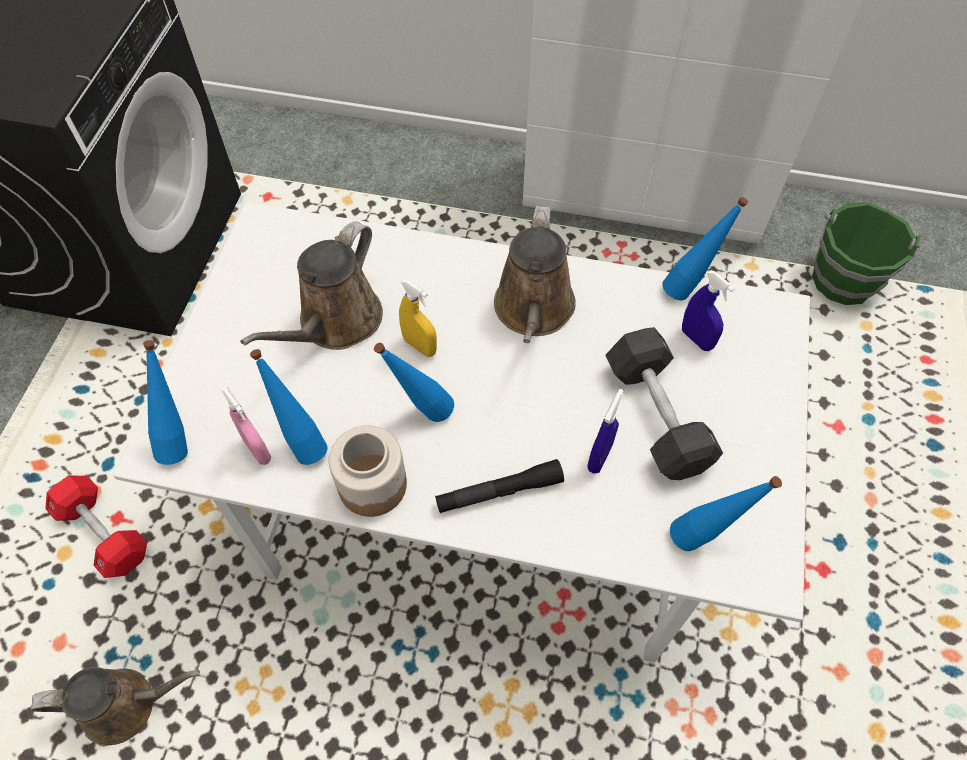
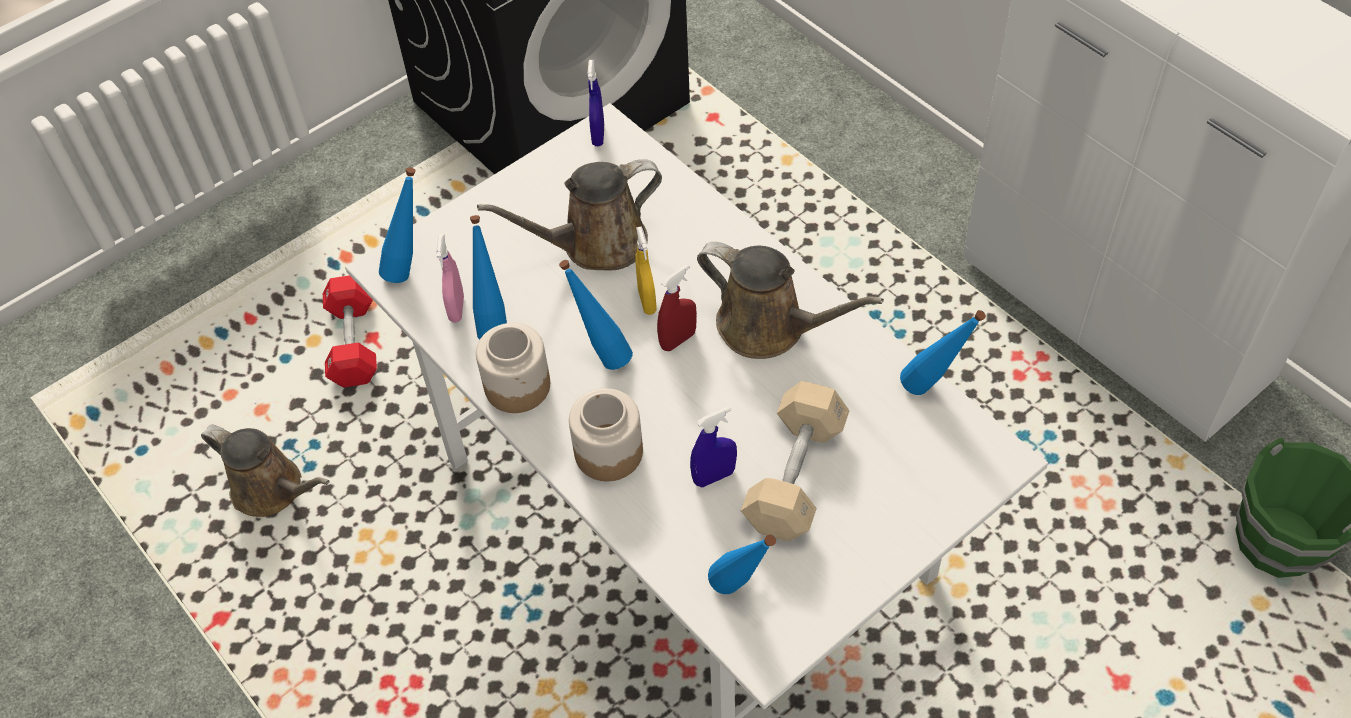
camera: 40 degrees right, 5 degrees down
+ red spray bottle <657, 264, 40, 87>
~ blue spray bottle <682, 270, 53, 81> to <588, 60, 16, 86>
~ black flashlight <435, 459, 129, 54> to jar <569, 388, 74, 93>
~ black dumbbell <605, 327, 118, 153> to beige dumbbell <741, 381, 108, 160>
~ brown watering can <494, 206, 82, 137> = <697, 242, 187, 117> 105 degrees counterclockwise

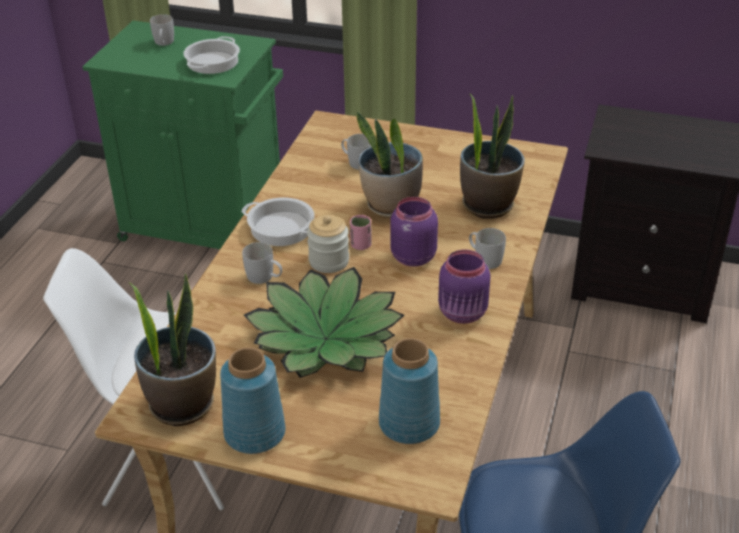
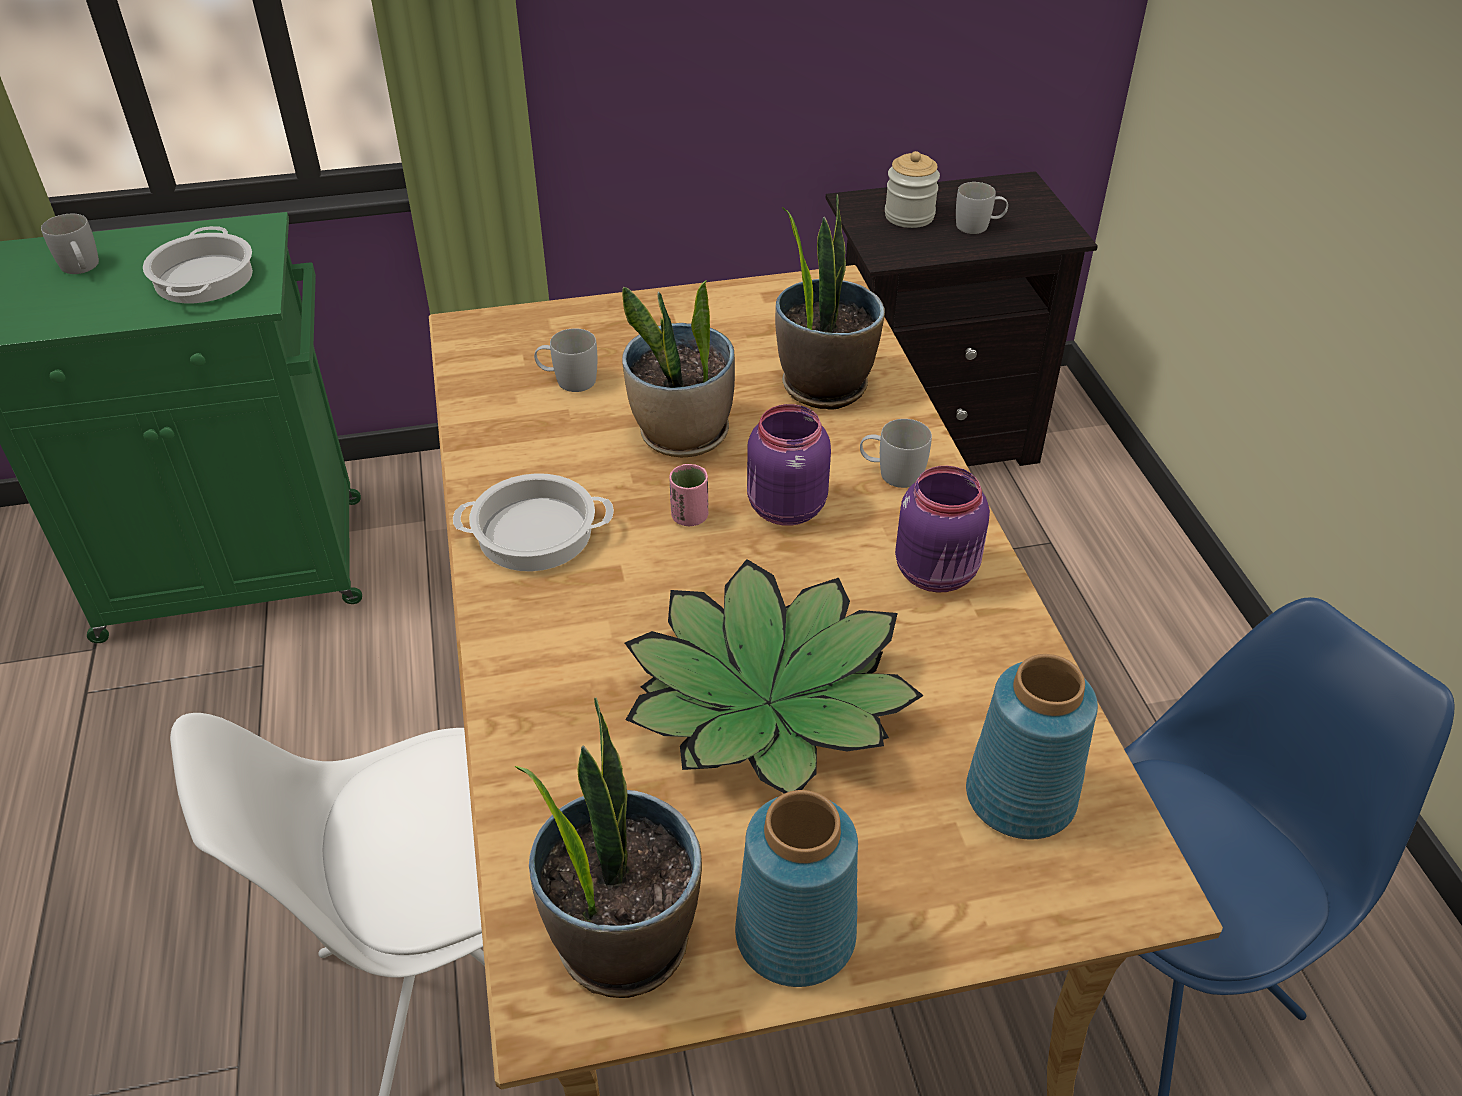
camera: 30 degrees left, 5 degrees up
~ white mug <242, 242, 40, 42> to <956, 182, 52, 52>
~ jar <307, 215, 42, 58> to <885, 151, 55, 77>

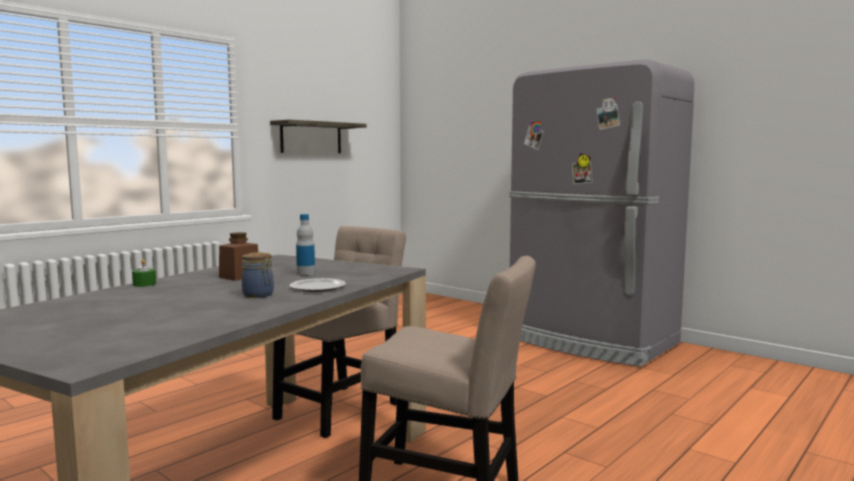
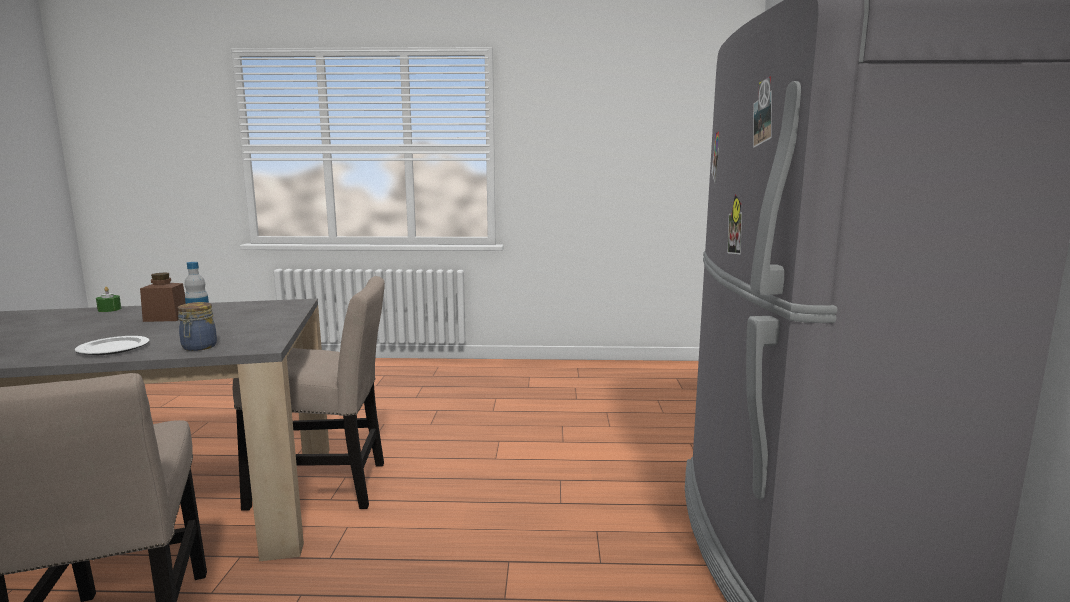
camera: 50 degrees right, 5 degrees up
- shelf <270, 120, 97, 33>
~ jar <242, 252, 32, 46> to <178, 302, 39, 49>

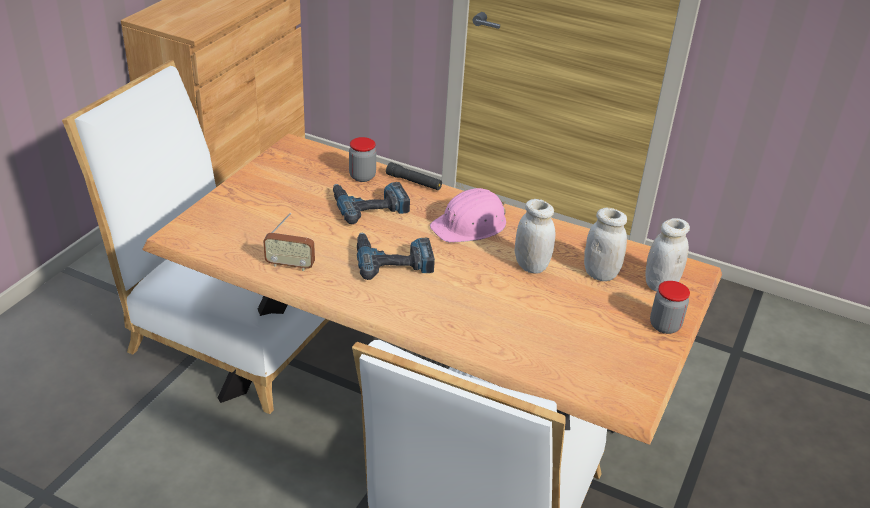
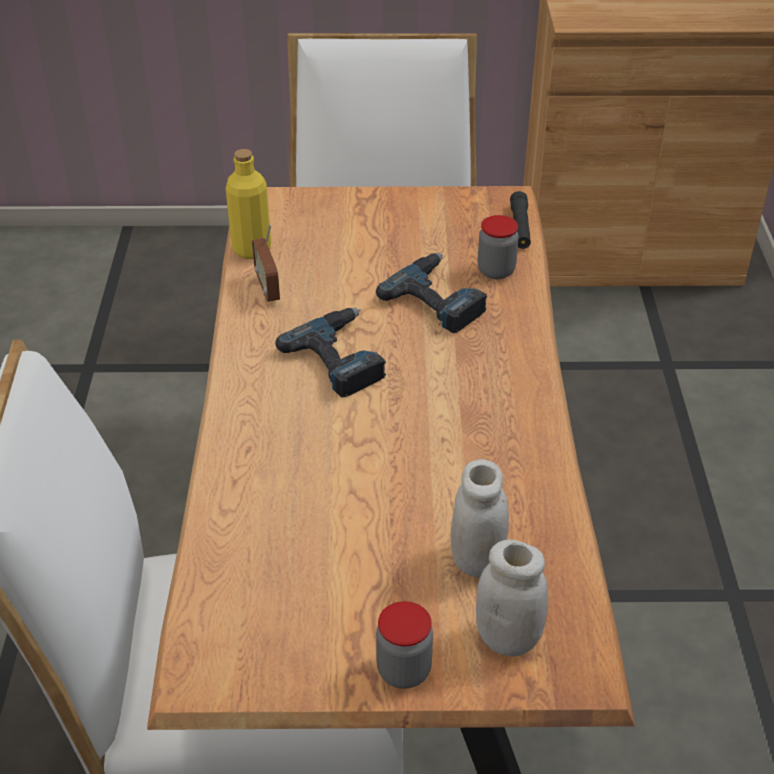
camera: 65 degrees right, 5 degrees up
- pink hard hat <430, 188, 76, 55>
- white jar <515, 199, 40, 75>
+ yellow bottle <226, 149, 45, 110>
~ black flashlight <386, 162, 56, 28> to <510, 191, 21, 58>

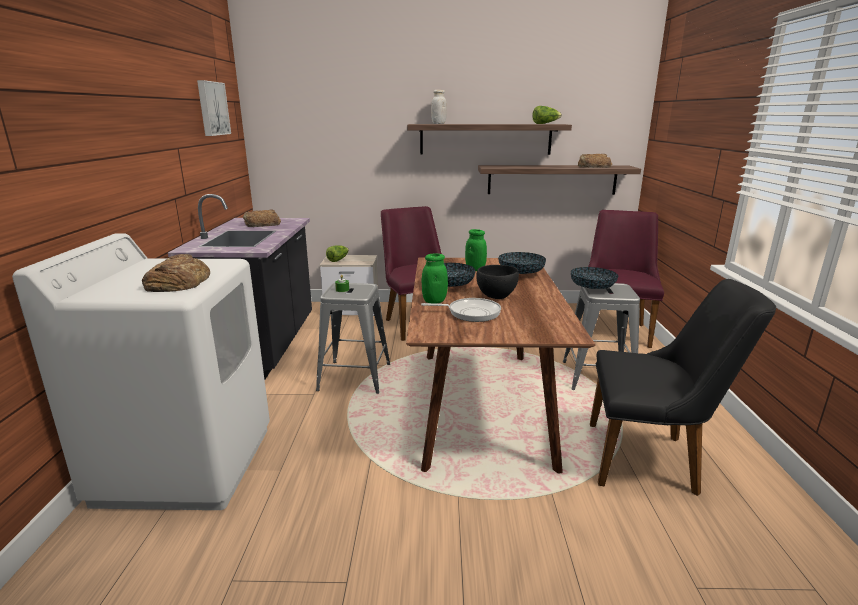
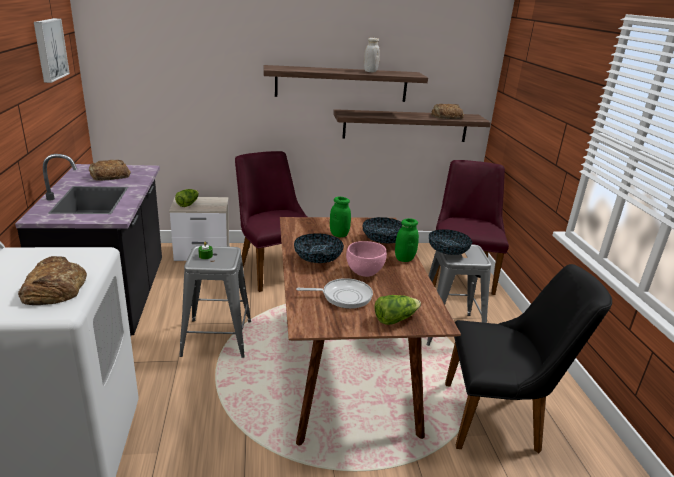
camera: 10 degrees left, 5 degrees up
~ green jar <422, 254, 26, 49> to <395, 218, 24, 44>
~ white jar <431, 90, 16, 34> to <364, 38, 16, 34>
~ lettuce <532, 106, 30, 18> to <374, 295, 47, 30>
~ black bowl <476, 265, 43, 34> to pink bowl <346, 241, 41, 36>

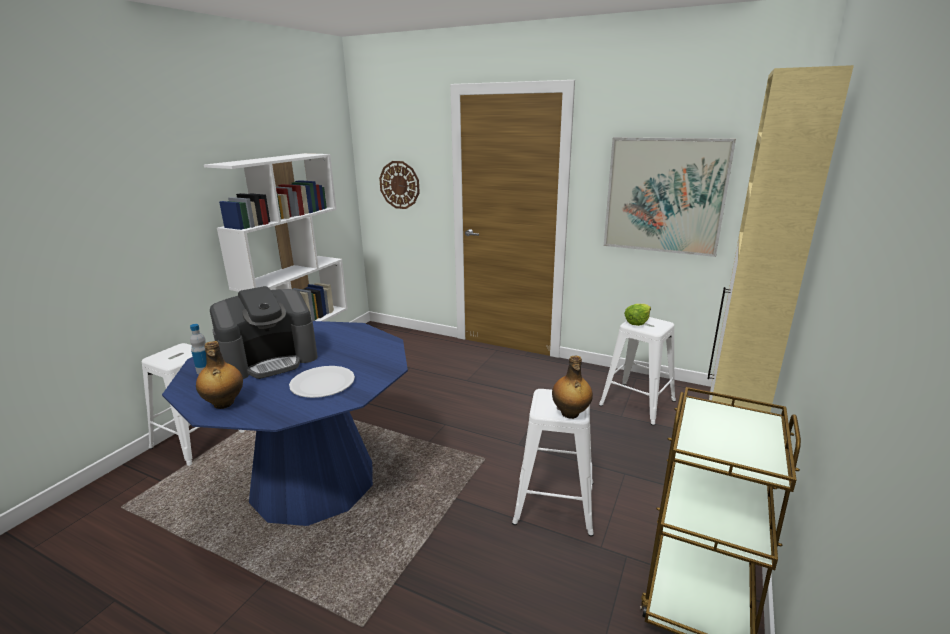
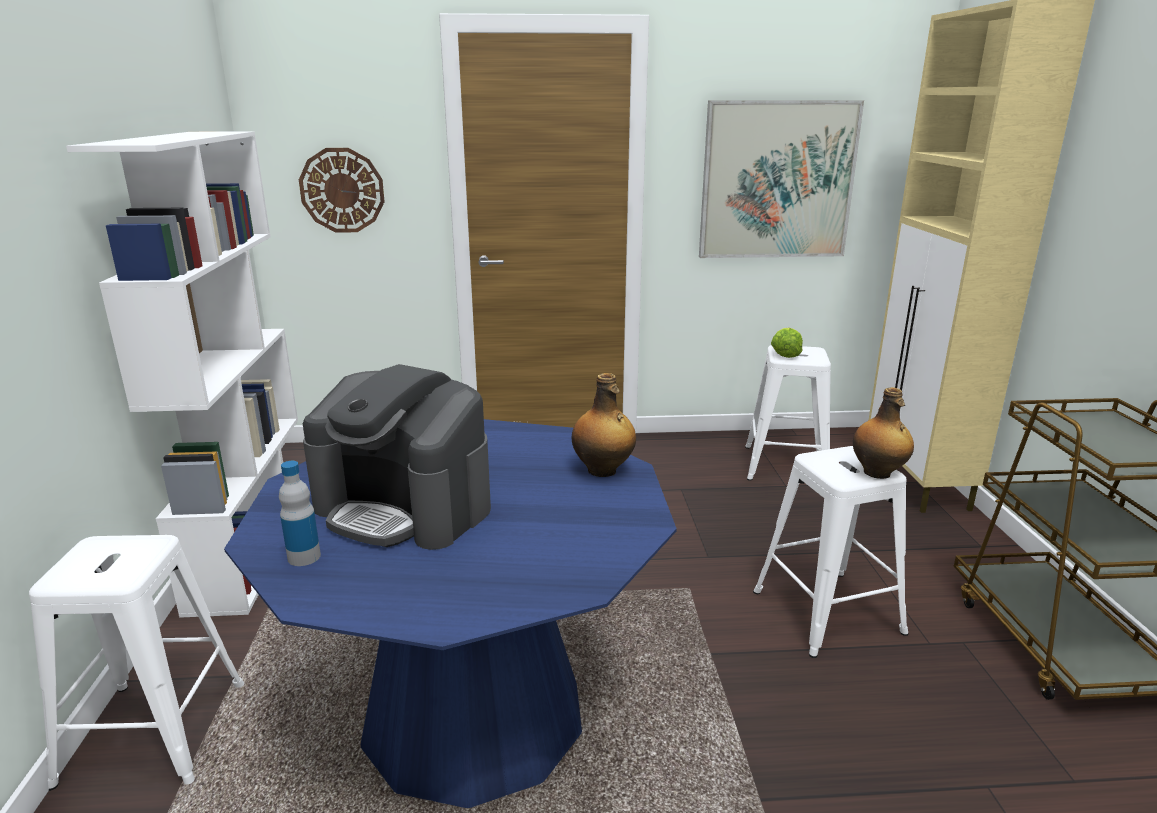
camera: 30 degrees left, 0 degrees up
- white plate <289, 366, 66, 32>
~ bottle <196, 341, 47, 68> to <572, 373, 64, 104>
~ coffee machine <210, 286, 108, 93> = <303, 364, 188, 186> 90 degrees clockwise

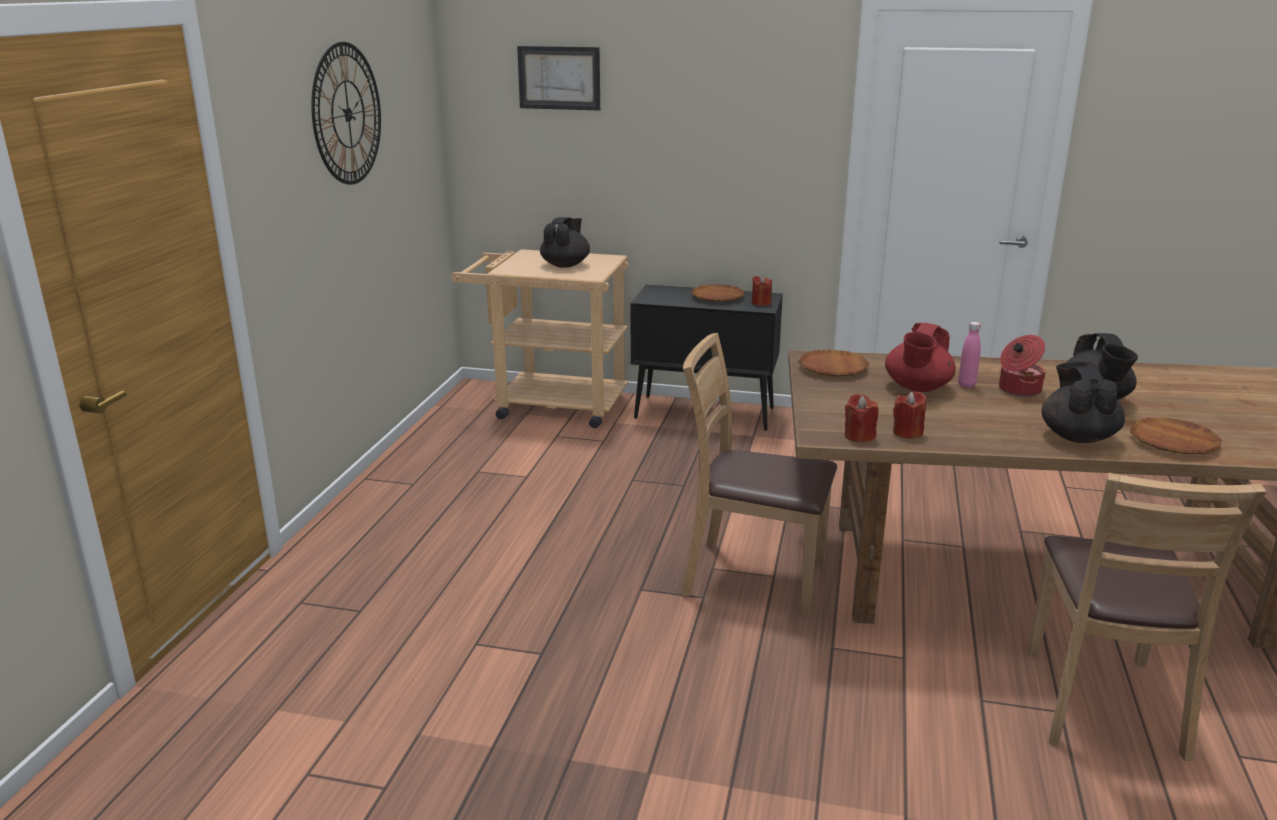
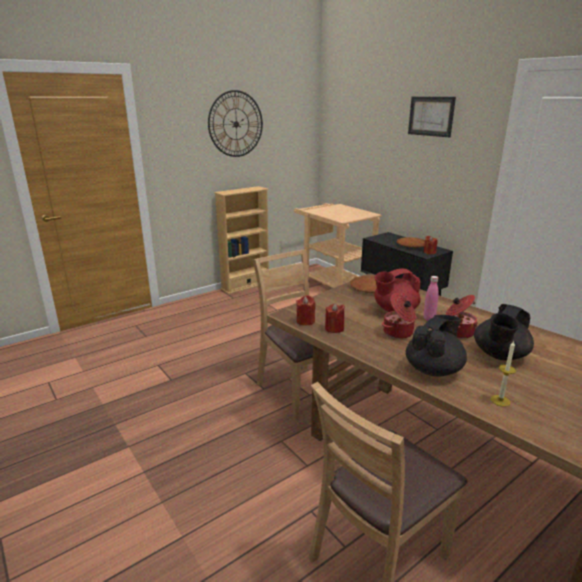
camera: 40 degrees right, 0 degrees up
- black teapot <540, 217, 50, 51>
+ beige bookcase <214, 186, 55, 108>
+ cooking pot <382, 293, 35, 46>
~ picture <517, 46, 83, 65> to <408, 97, 48, 40>
~ brown plate <1130, 418, 92, 36> to candle <491, 340, 25, 67>

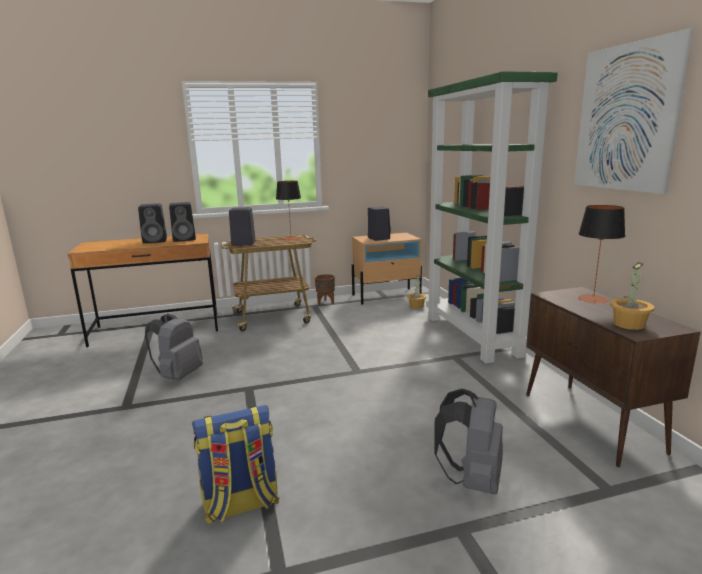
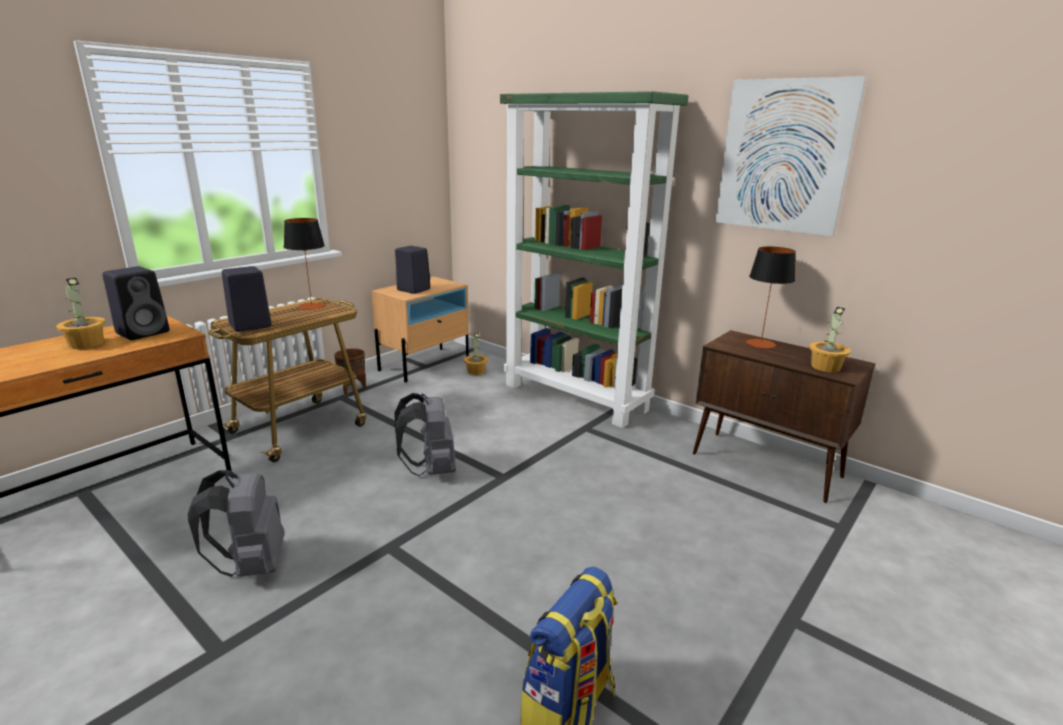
camera: 35 degrees left, 5 degrees up
~ grey backpack <435, 389, 68, 105> to <394, 393, 62, 83>
~ black speaker <138, 203, 29, 41> to potted plant <56, 277, 50, 72>

